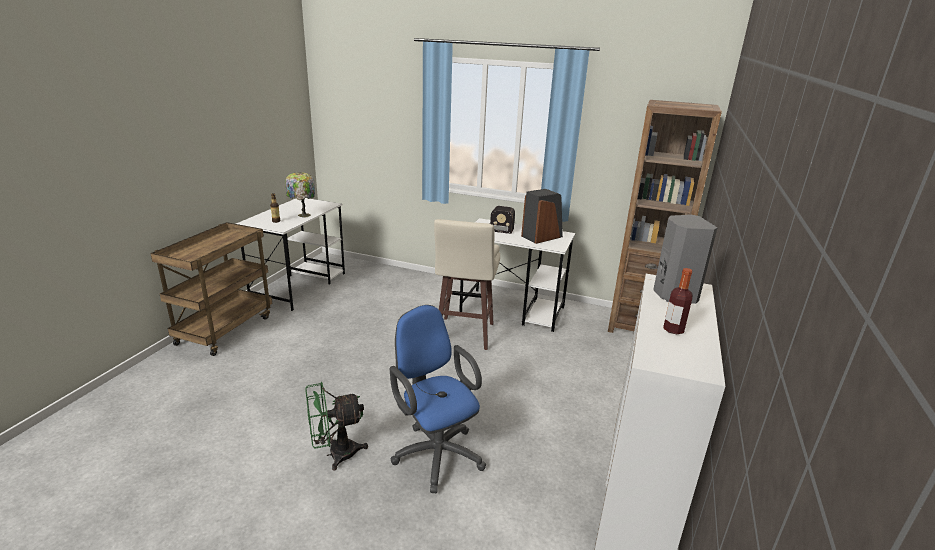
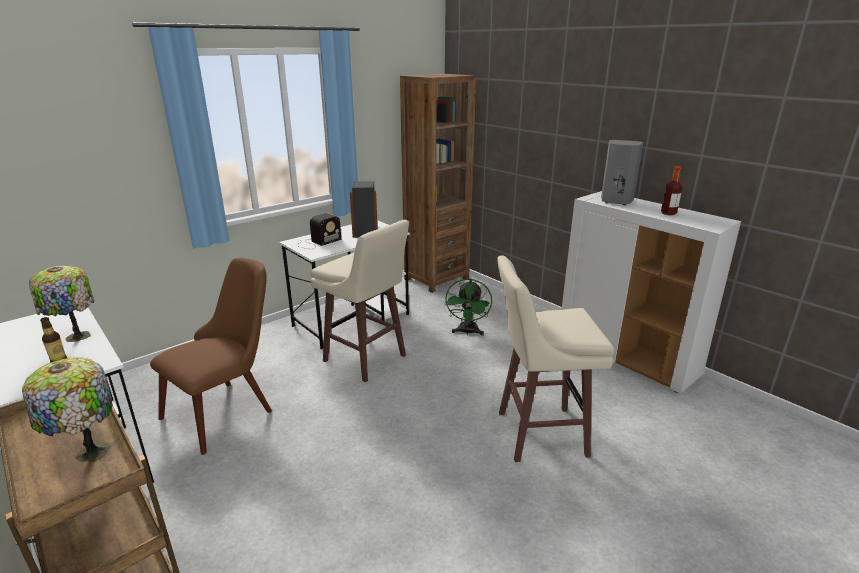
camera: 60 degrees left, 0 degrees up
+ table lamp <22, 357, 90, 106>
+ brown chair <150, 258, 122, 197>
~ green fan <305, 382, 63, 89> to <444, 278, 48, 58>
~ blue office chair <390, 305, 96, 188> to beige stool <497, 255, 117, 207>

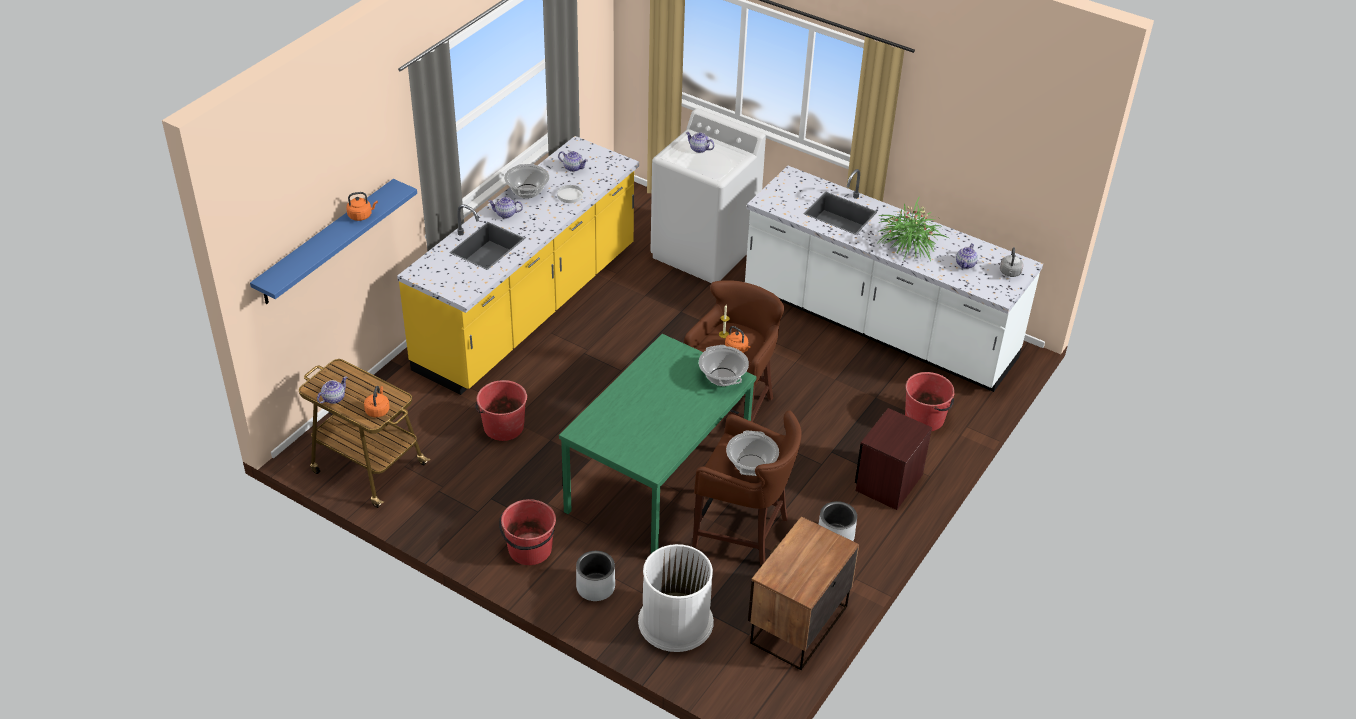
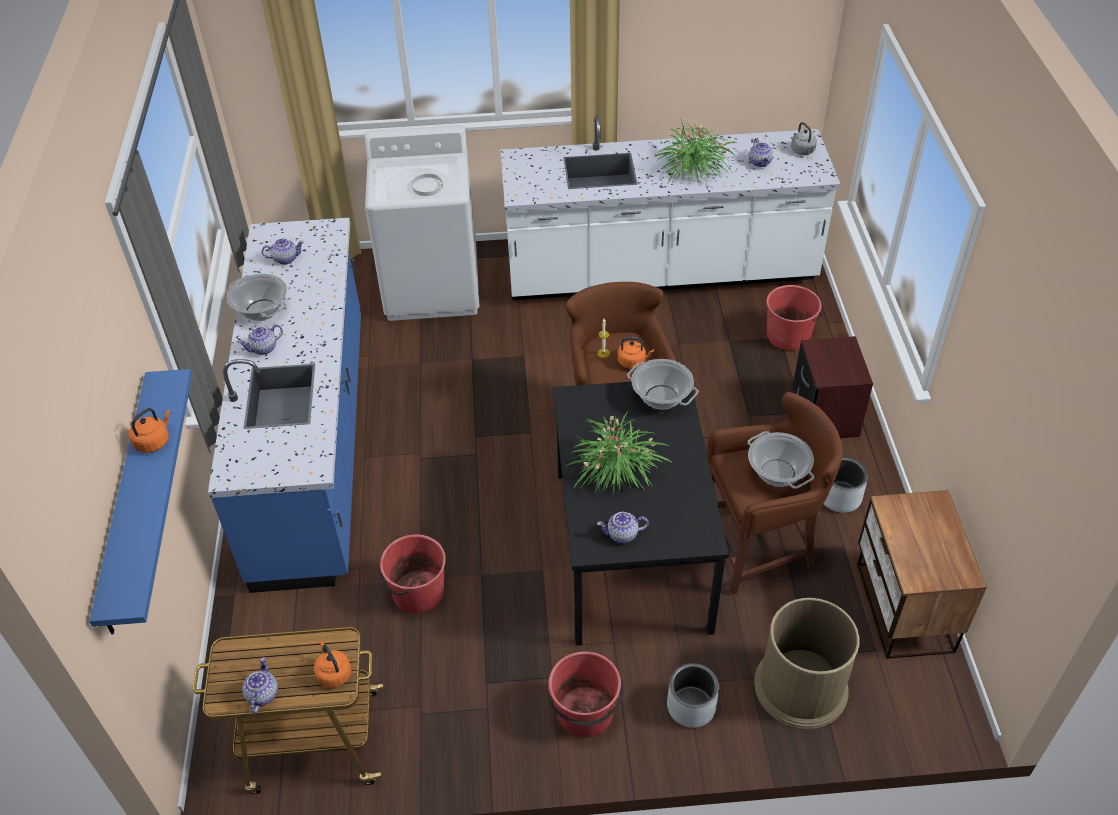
camera: 35 degrees left, 5 degrees up
+ potted plant <566, 411, 105, 85>
~ white plate <557, 185, 26, 18> to <412, 174, 31, 22>
~ teapot <686, 132, 28, 21> to <597, 512, 52, 31>
~ yellow counter <397, 136, 242, 259> to blue counter <208, 218, 153, 375>
~ green dining table <559, 334, 198, 219> to black dining table <553, 382, 176, 263>
~ white trash can <638, 544, 76, 108> to brown trash can <754, 598, 106, 131>

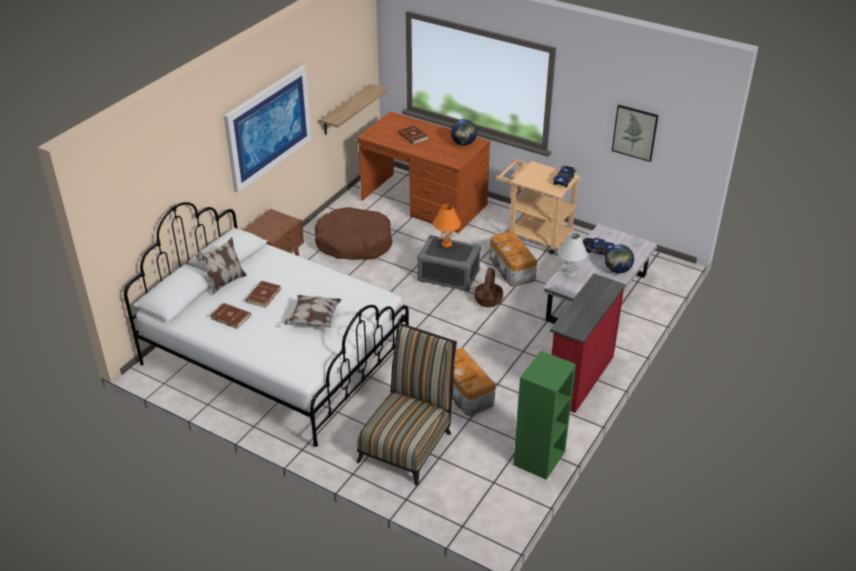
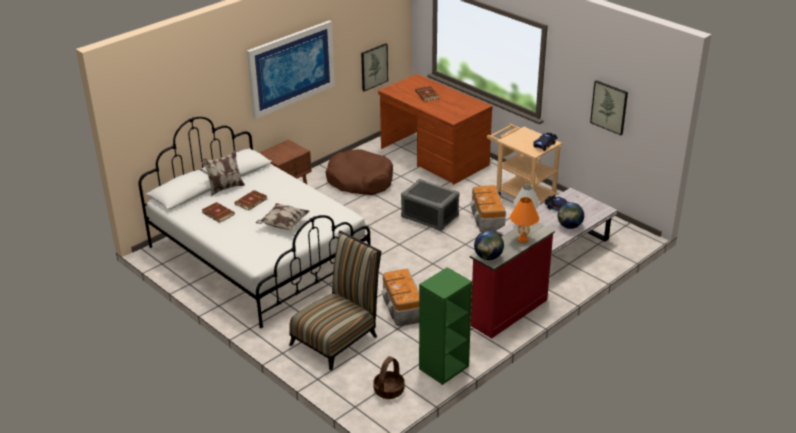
camera: 15 degrees right, 5 degrees down
~ orange table lamp <433, 204, 28, 43> to <510, 197, 29, 46>
~ globe <451, 119, 26, 27> to <474, 230, 30, 30>
~ basket <474, 268, 29, 39> to <373, 356, 32, 43>
~ shelf <319, 84, 69, 51> to picture <361, 43, 27, 48>

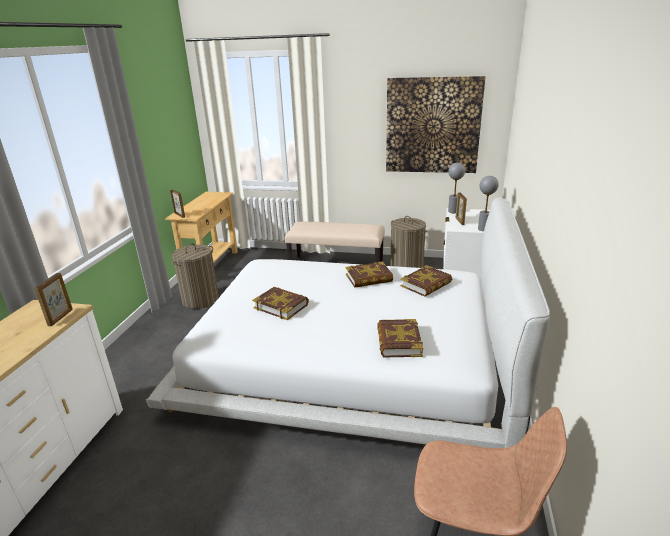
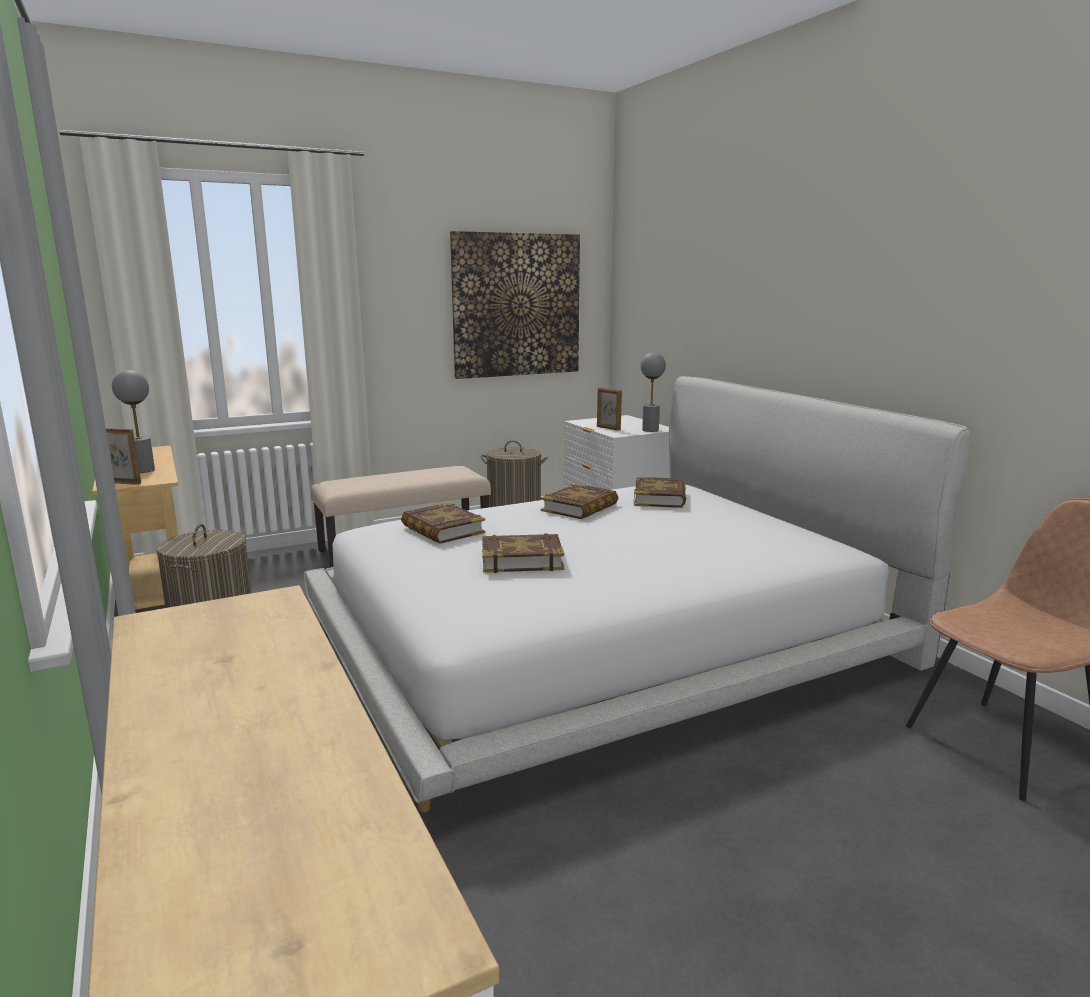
camera: 40 degrees left, 10 degrees down
- picture frame <35, 273, 38, 53>
~ book <377, 319, 46, 38> to <401, 502, 84, 42>
~ grey table lamp <448, 163, 17, 50> to <112, 370, 43, 103>

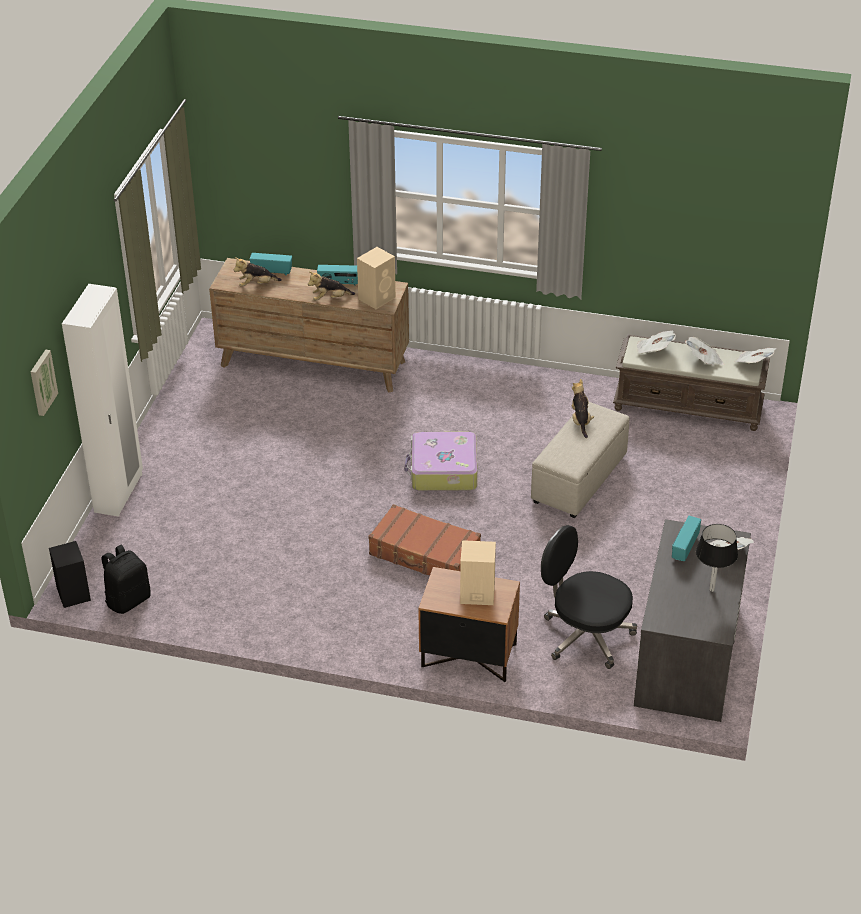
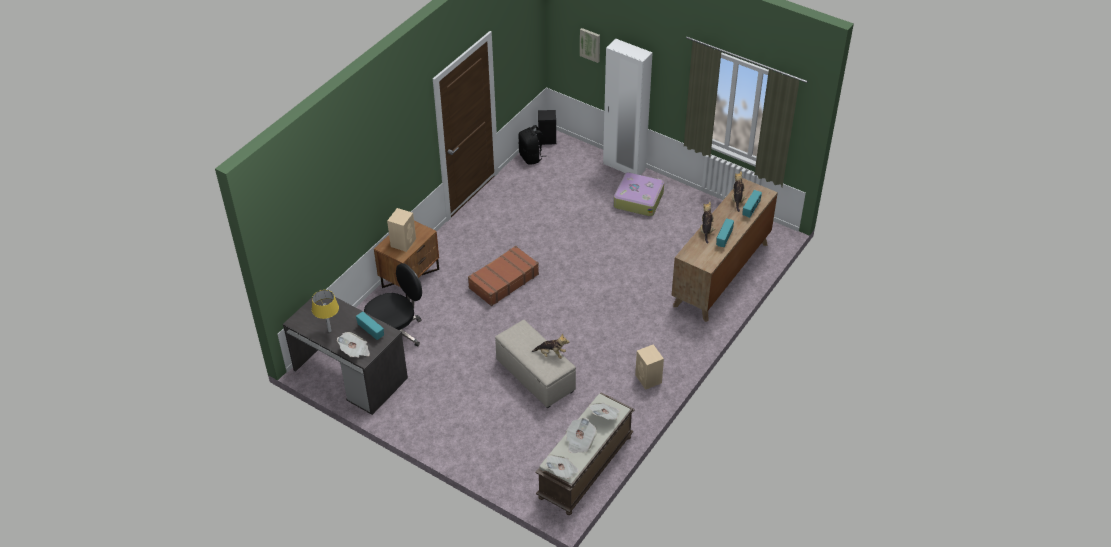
camera: 110 degrees right, 5 degrees up
~ beige speaker <357, 247, 39, 62> to <635, 344, 29, 46>
~ suitcase <404, 432, 73, 59> to <614, 172, 50, 44>
~ black table lamp <696, 524, 42, 68> to yellow table lamp <312, 290, 27, 42>

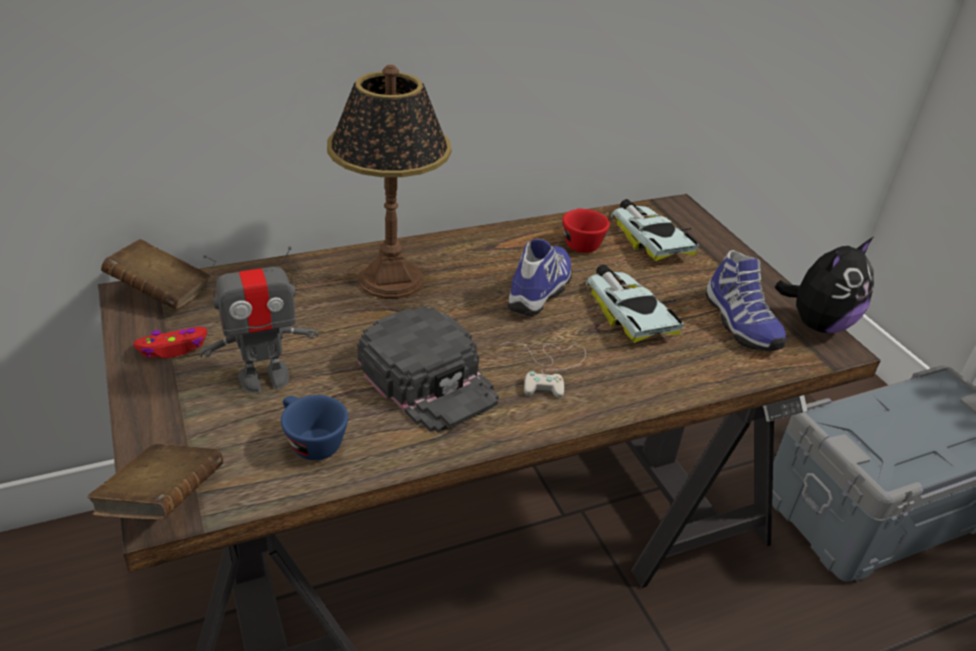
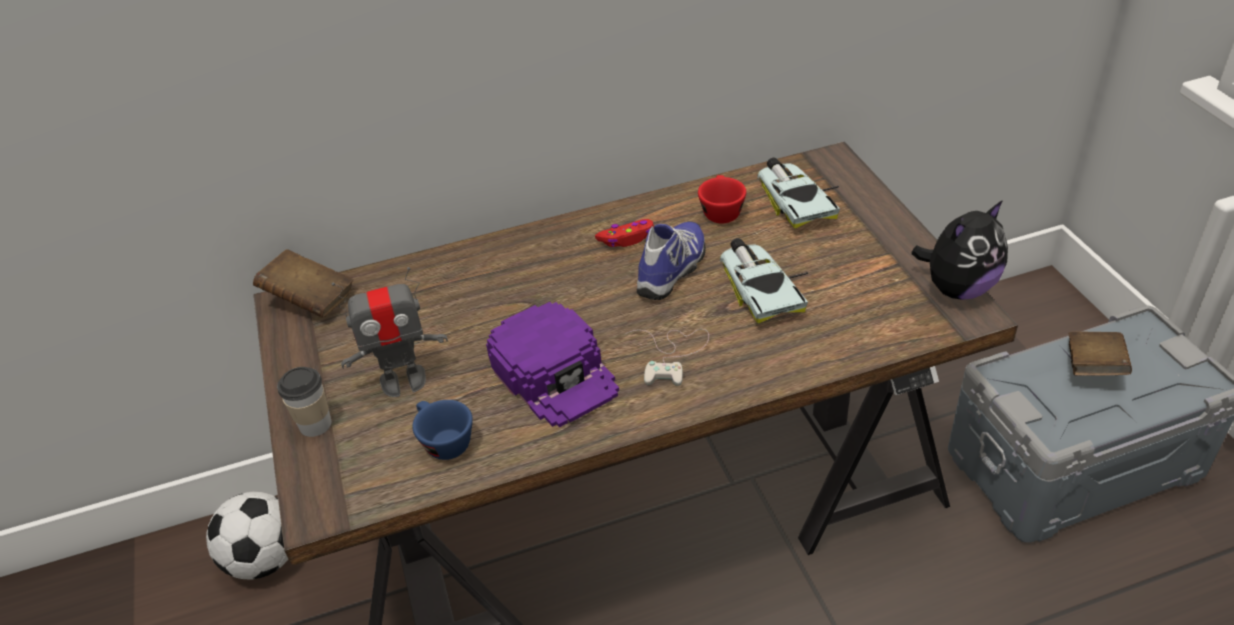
camera: 10 degrees right, 5 degrees up
- table lamp <327, 65, 125, 234>
- shoe <706, 250, 80, 101>
+ football <206, 492, 82, 87>
+ cup <277, 367, 55, 70>
~ brown book <87, 444, 136, 76> to <1069, 331, 63, 45>
~ red game controller <133, 327, 74, 31> to <595, 219, 59, 28>
~ black cap <357, 306, 142, 127> to purple cap <486, 302, 133, 126>

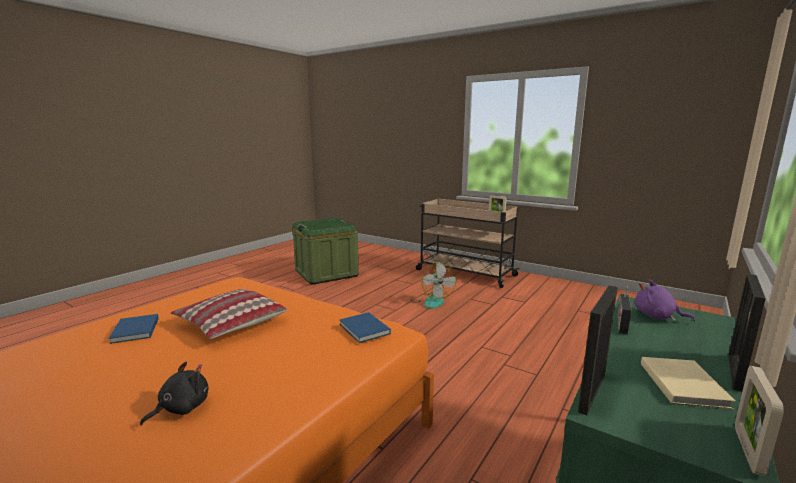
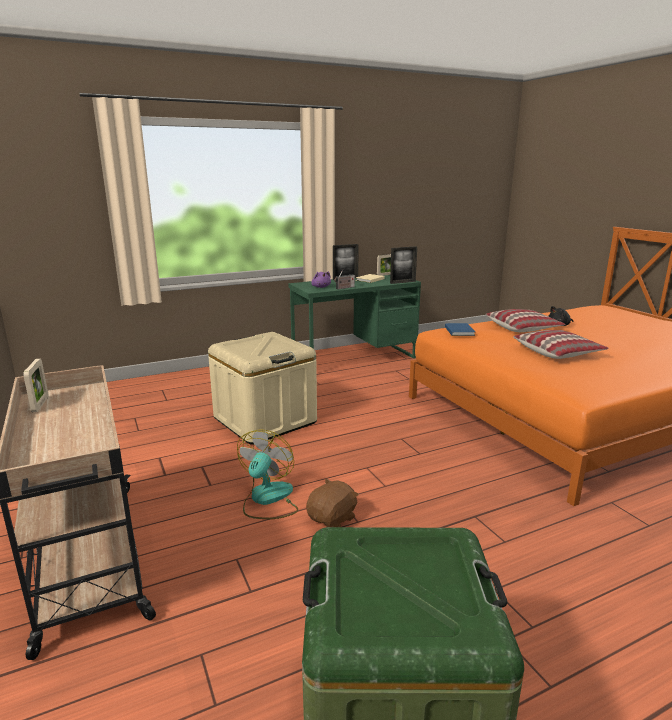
camera: 150 degrees left, 5 degrees up
- blue book <108, 314, 51, 30>
+ beige storage box <208, 332, 109, 113>
+ brown plush toy <306, 479, 53, 48>
+ pillow <485, 309, 80, 23>

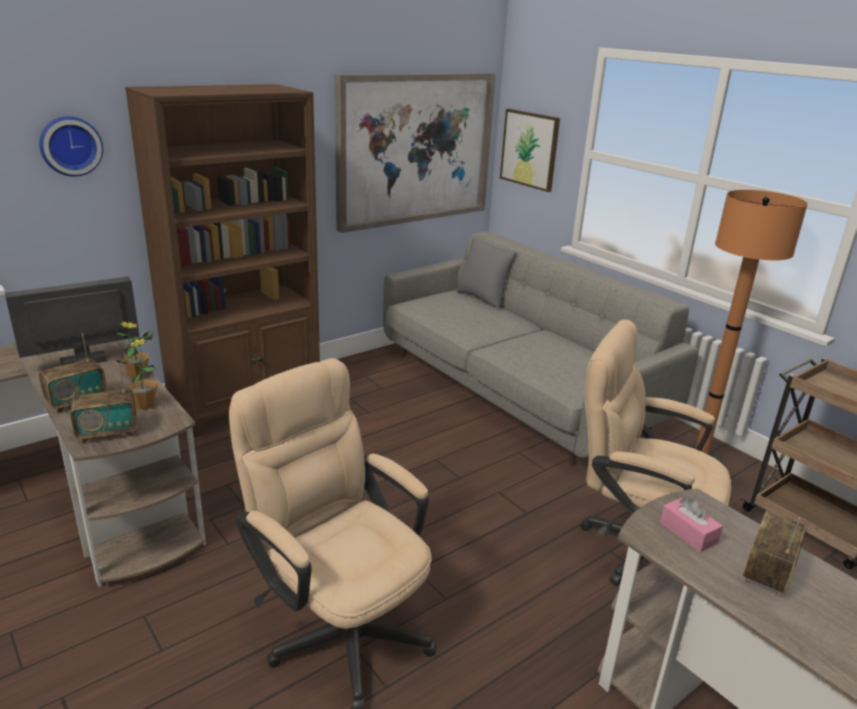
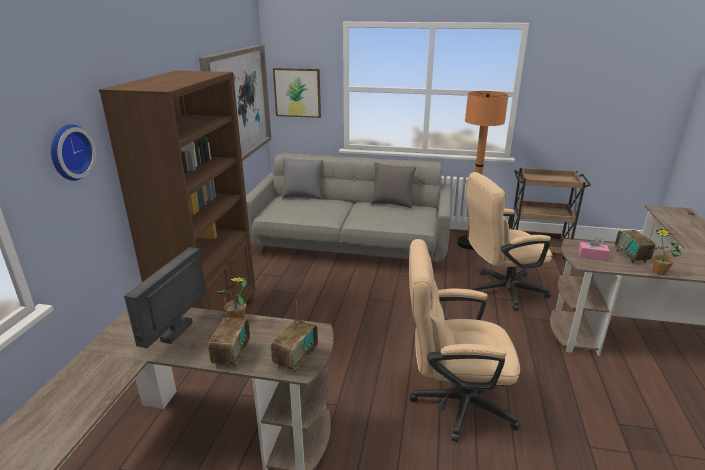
camera: 40 degrees left, 0 degrees up
+ grey pillow <371, 162, 45, 47>
~ potted plant <115, 337, 43, 73> to <652, 229, 30, 46>

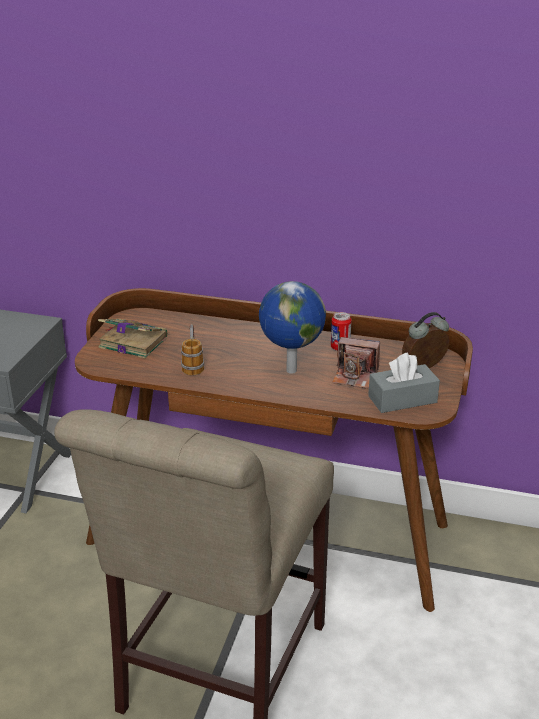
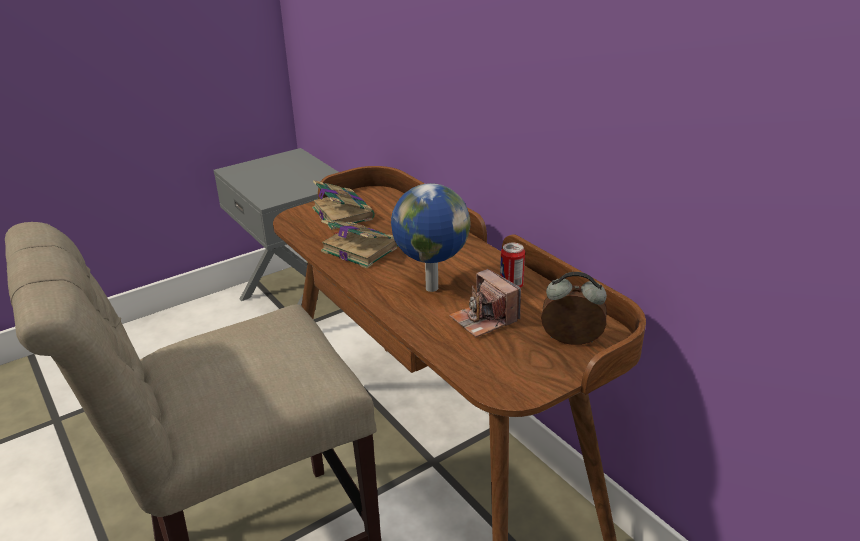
camera: 40 degrees right, 0 degrees up
- grey tissue box <368, 353, 72, 60>
~ mug <181, 324, 23, 52> to book <321, 220, 77, 48>

